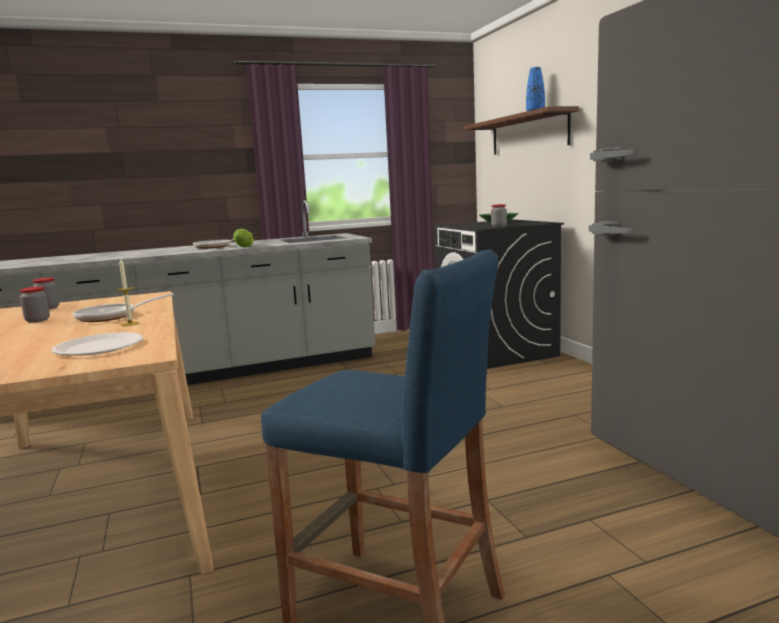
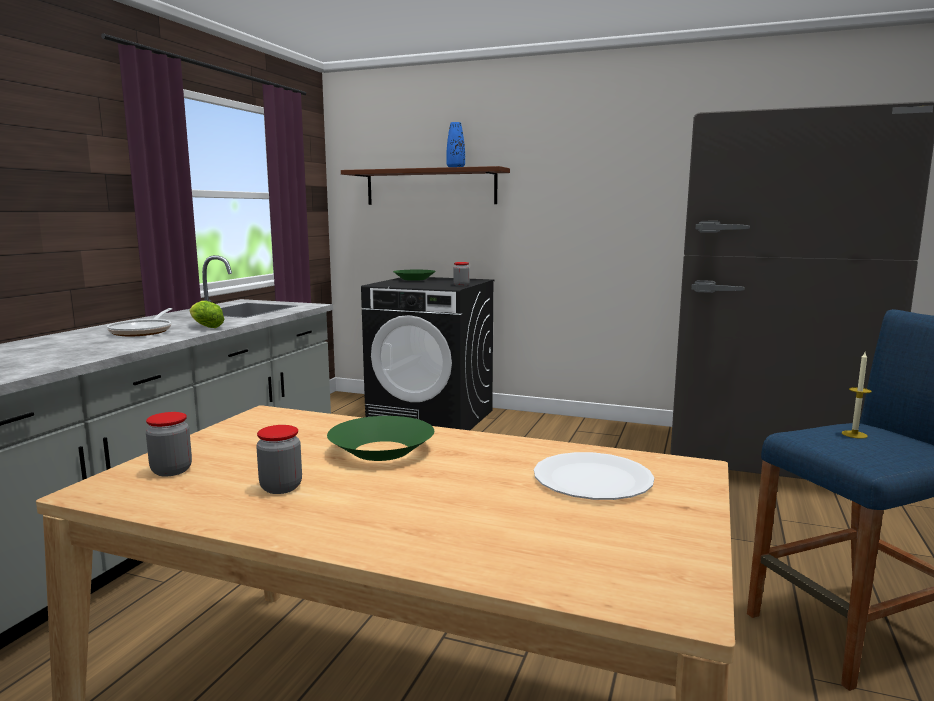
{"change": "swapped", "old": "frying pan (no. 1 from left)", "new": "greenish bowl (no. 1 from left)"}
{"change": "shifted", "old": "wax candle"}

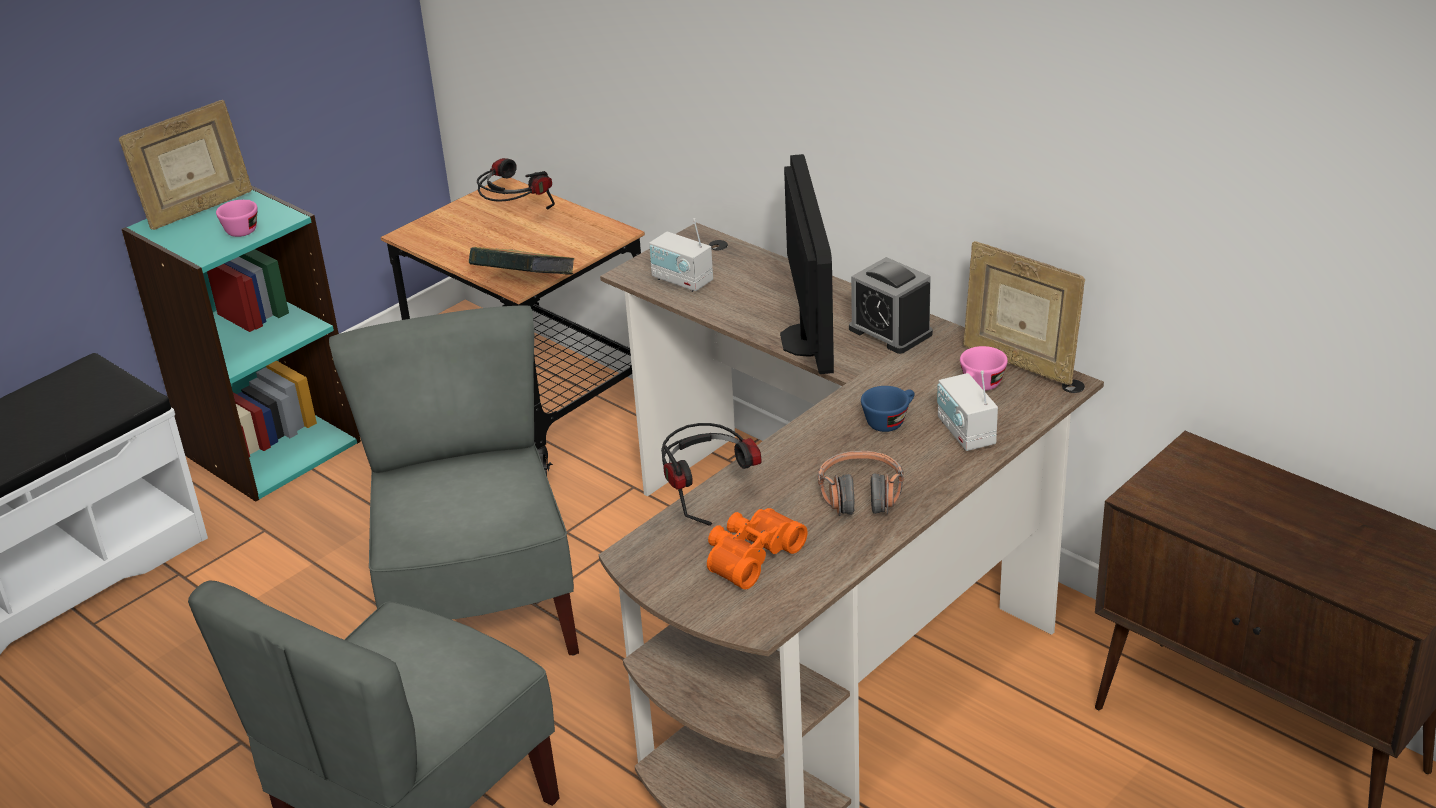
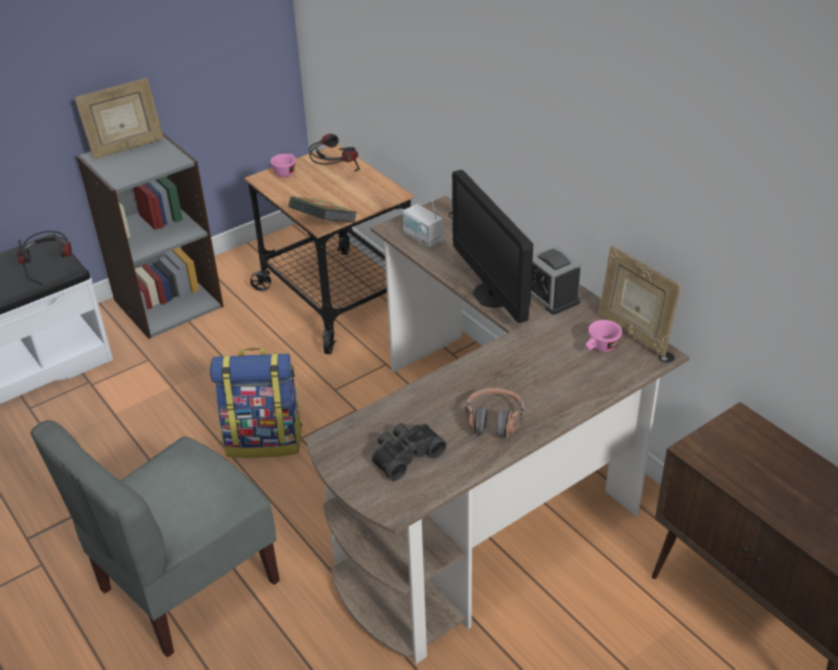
{"change": "shifted", "old": "headset (no. 2 from left in the first image)", "new": "headset (no. 1 from left)"}
{"change": "repainted", "old": "turquoise shelving unit", "new": "greyish shelving unit"}
{"change": "swapped", "old": "greyish upright chair (no. 2 from left)", "new": "rucksack"}
{"change": "shifted", "old": "pinkish small cup (no. 1 from left)"}
{"change": "repainted", "old": "orange-coloured field glasses", "new": "black field glasses"}
{"change": "rotated", "old": "computer display", "degrees": 150}
{"change": "gone", "old": "blue small cup"}
{"change": "gone", "old": "radio set (no. 2 from left)"}

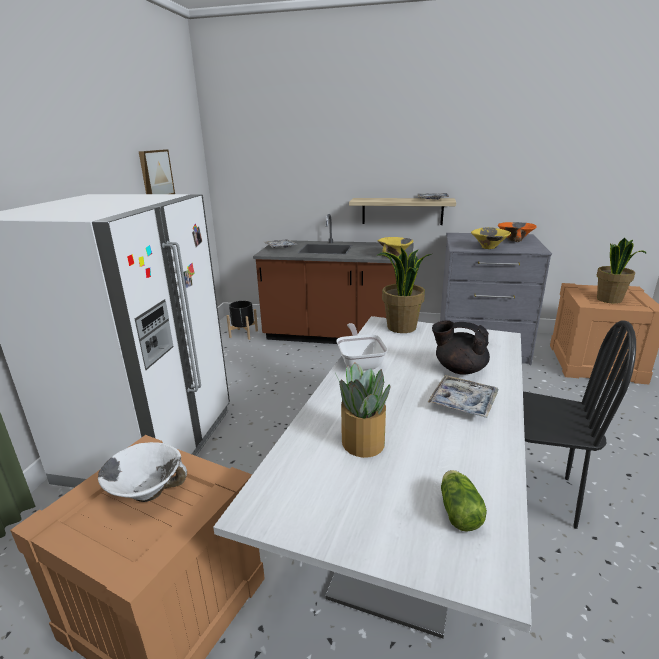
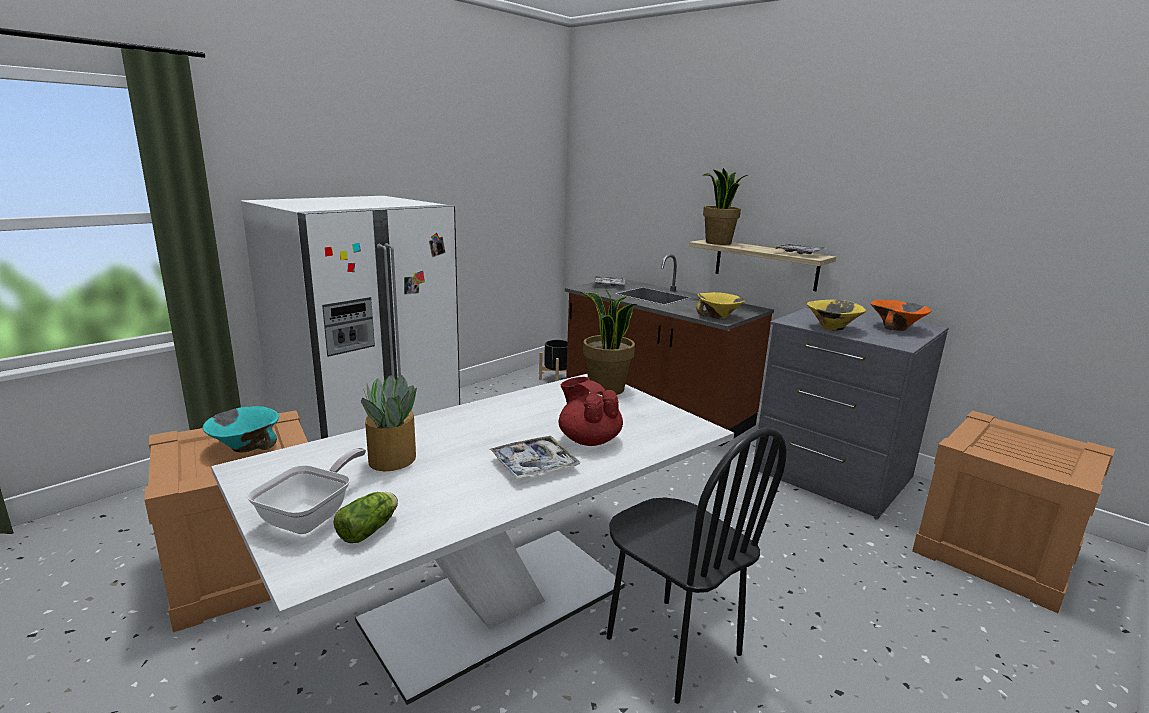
{"change": "repainted", "old": "white-coloured bowl", "new": "turquoise bowl"}
{"change": "shifted", "old": "frying pan"}
{"change": "repainted", "old": "black tea pot", "new": "red tea pot"}
{"change": "shifted", "old": "houseplant (no. 3 from left)"}
{"change": "gone", "old": "wall picture"}

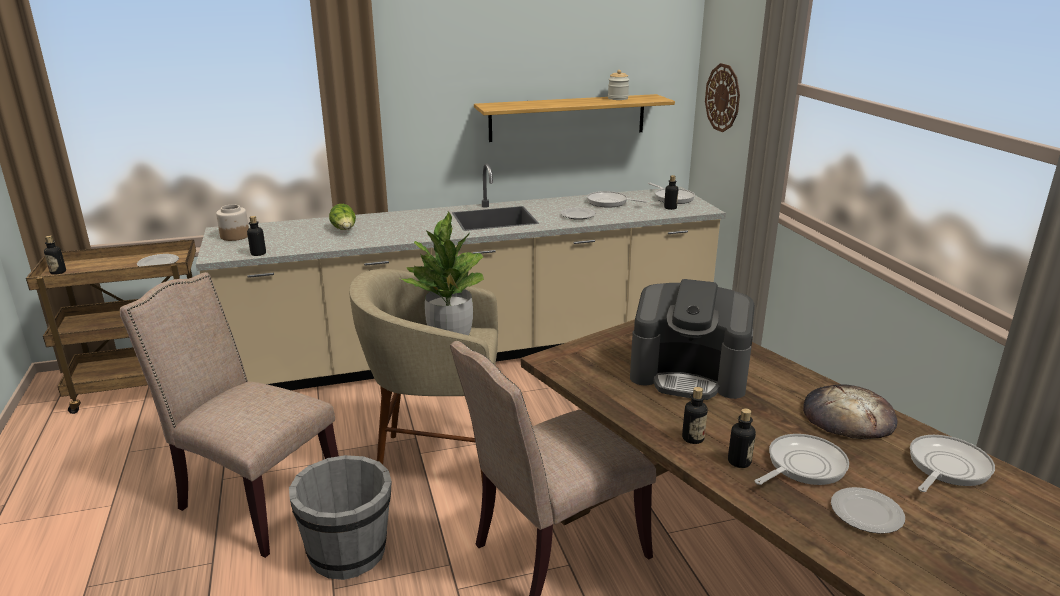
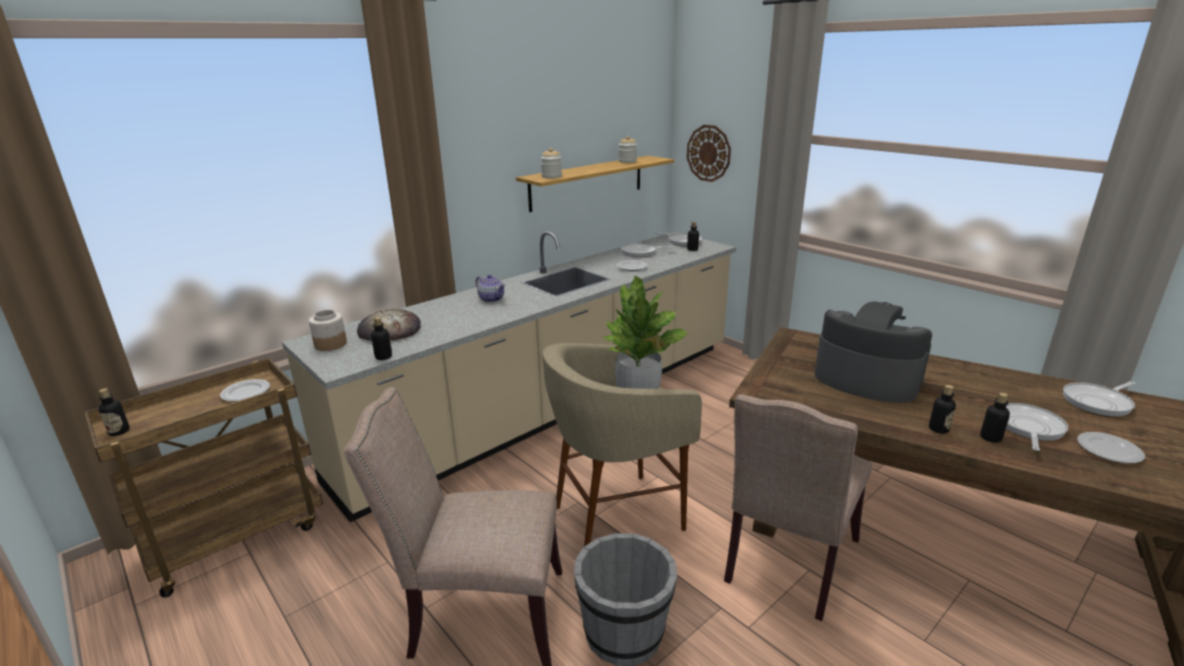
{"change": "shifted", "old": "bread"}
{"change": "new", "new": "tea pot"}
{"change": "new", "new": "jar (no. 2 from left)"}
{"change": "rotated", "old": "coffee maker", "degrees": -135}
{"change": "rotated", "old": "frying pan (no. 4 from left)", "degrees": -135}
{"change": "gone", "old": "lettuce head"}

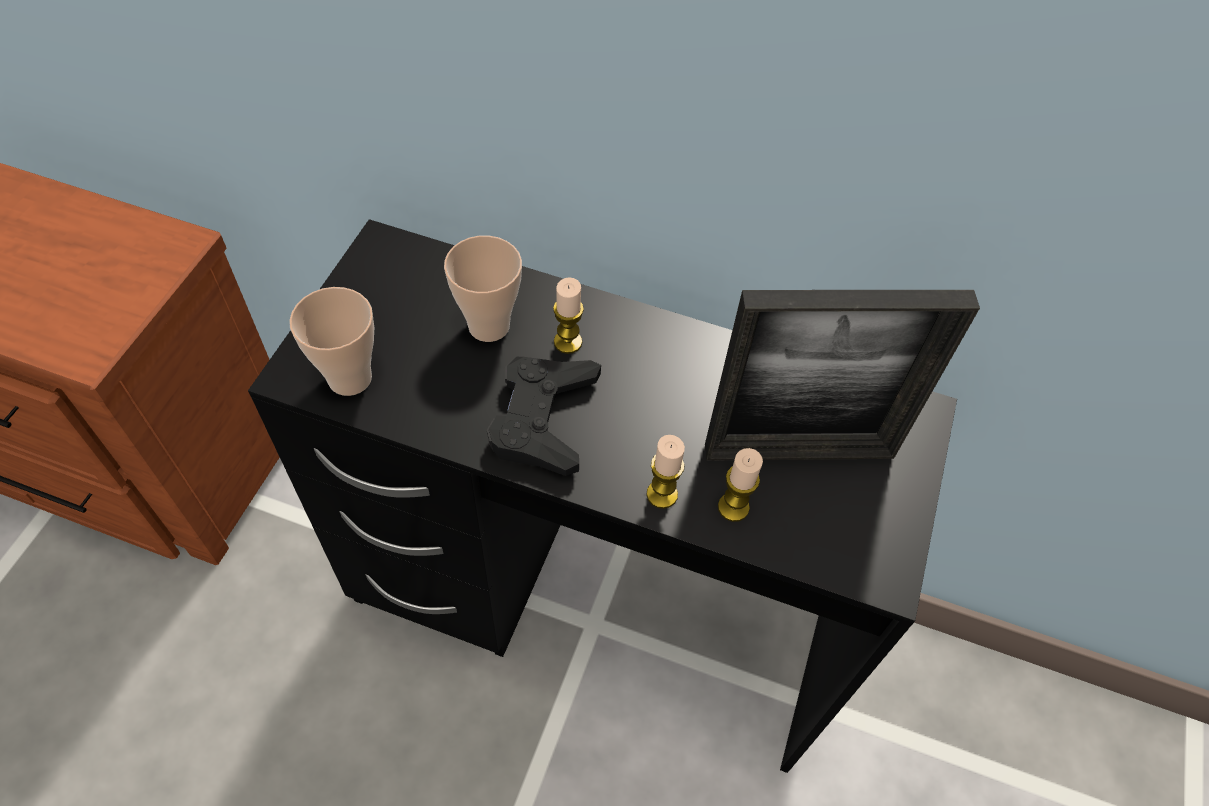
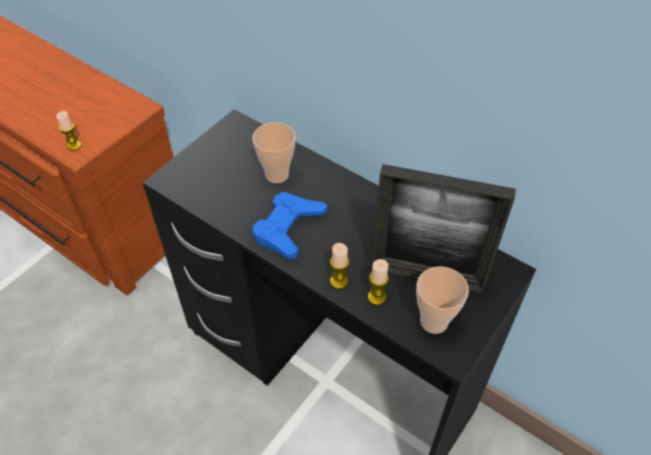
{"change": "shifted", "old": "wax candle (no. 1 from left)"}
{"change": "repainted", "old": "black game controller", "new": "blue game controller"}
{"change": "shifted", "old": "small cup (no. 1 from left in the first image)", "new": "small cup (no. 2 from left)"}

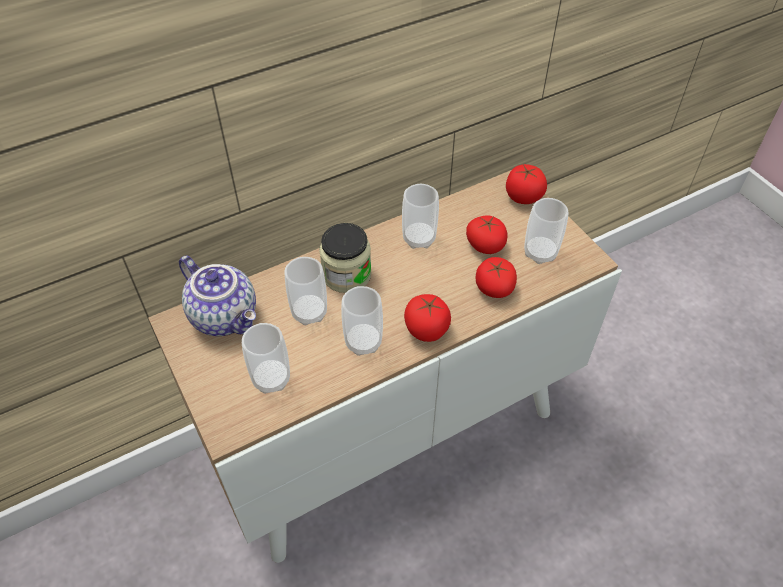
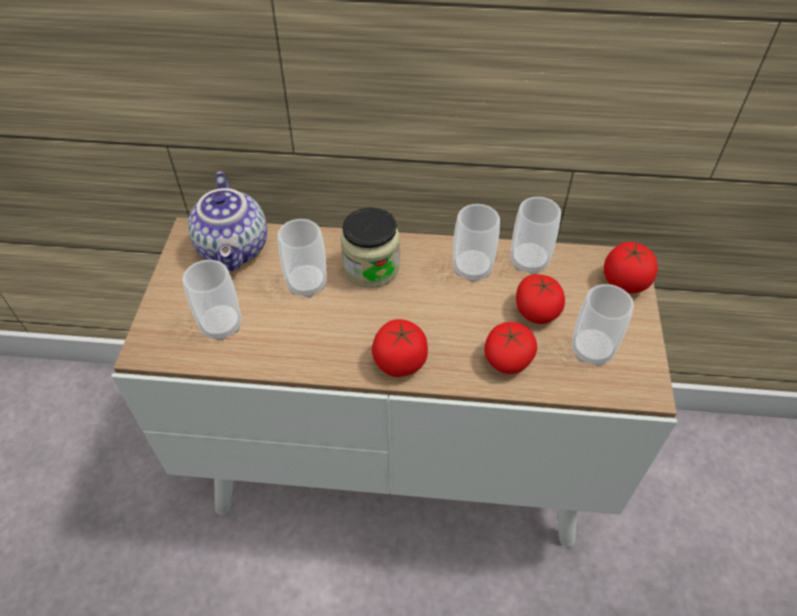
{"change": "shifted", "old": "small cup (no. 3 from left in the first image)", "new": "small cup (no. 4 from left)"}

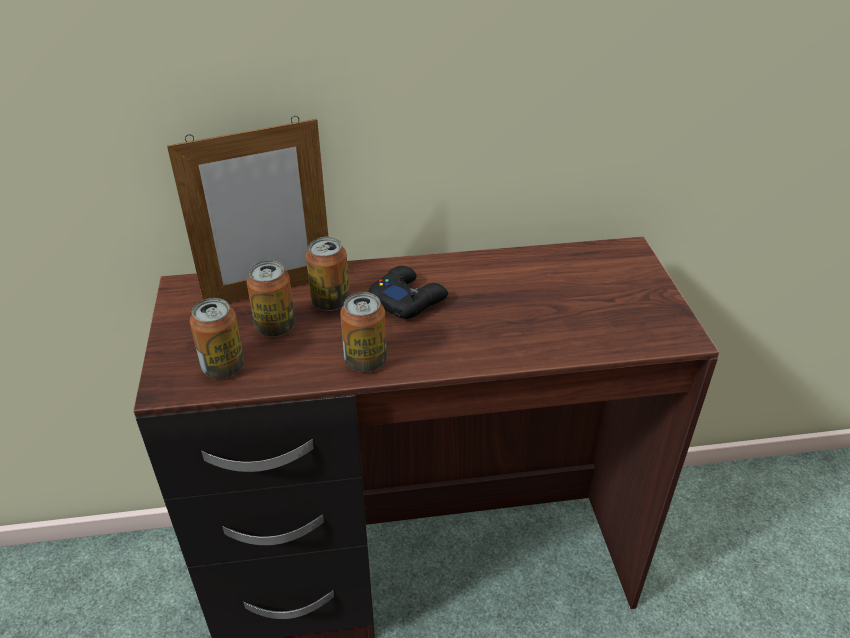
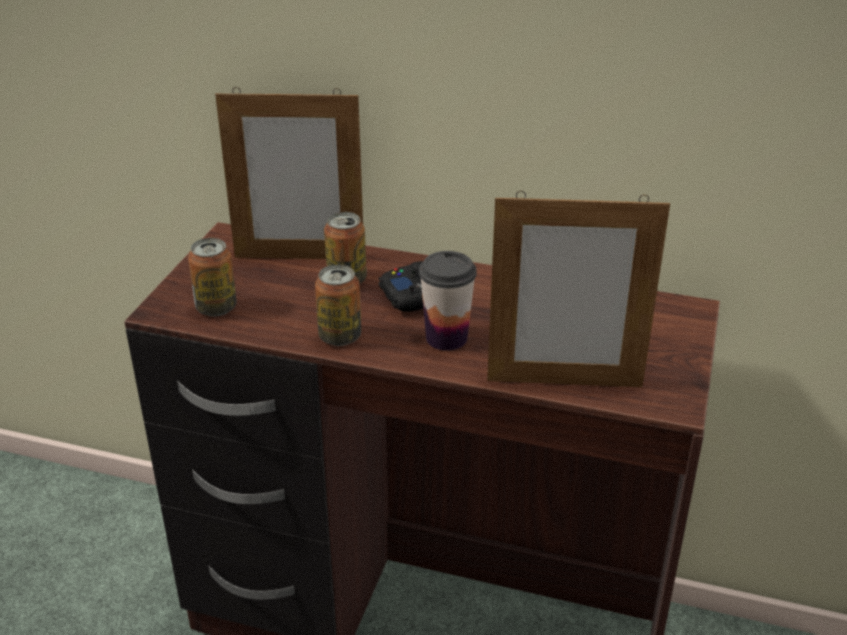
{"change": "new", "new": "small cup"}
{"change": "new", "new": "photo frame (no. 2 from left)"}
{"change": "gone", "old": "metal can (no. 2 from left)"}

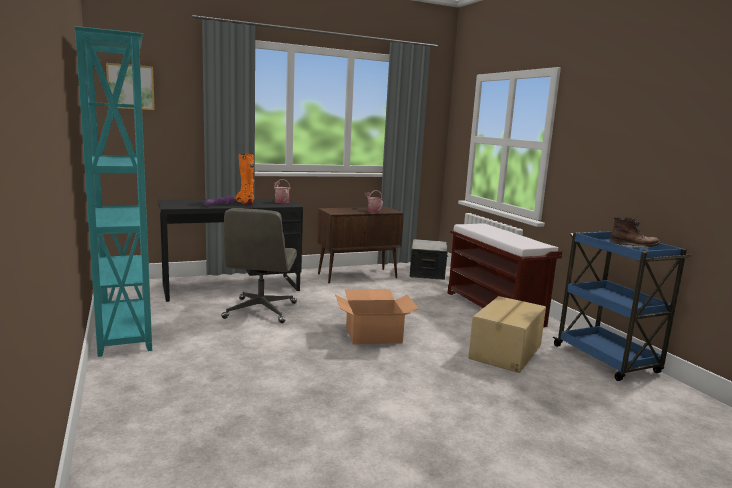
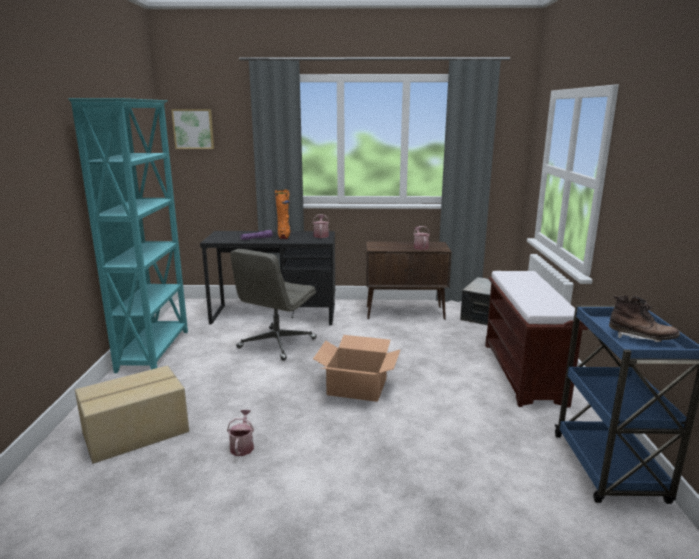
{"change": "shifted", "old": "packing box (no. 2 from left in the first image)", "new": "packing box (no. 1 from left)"}
{"change": "new", "new": "watering can (no. 1 from left)"}

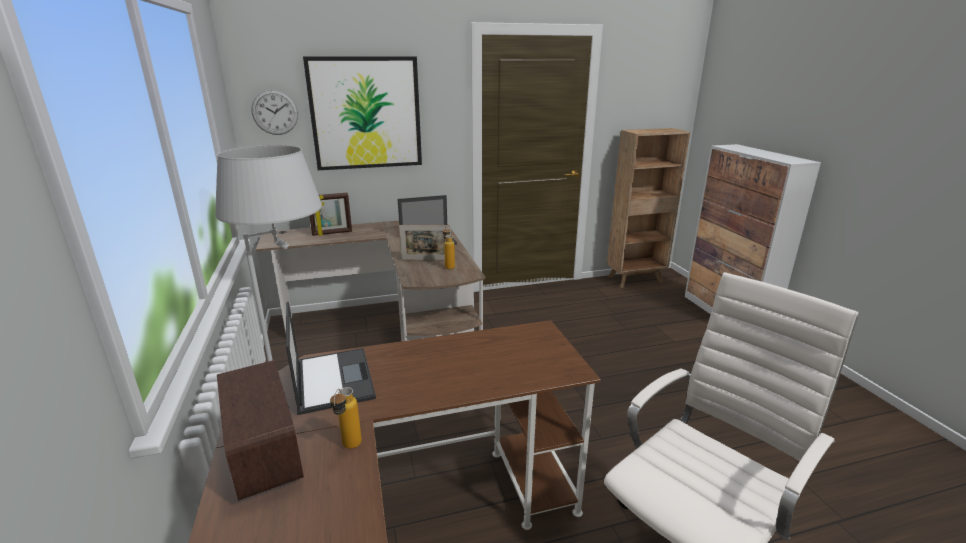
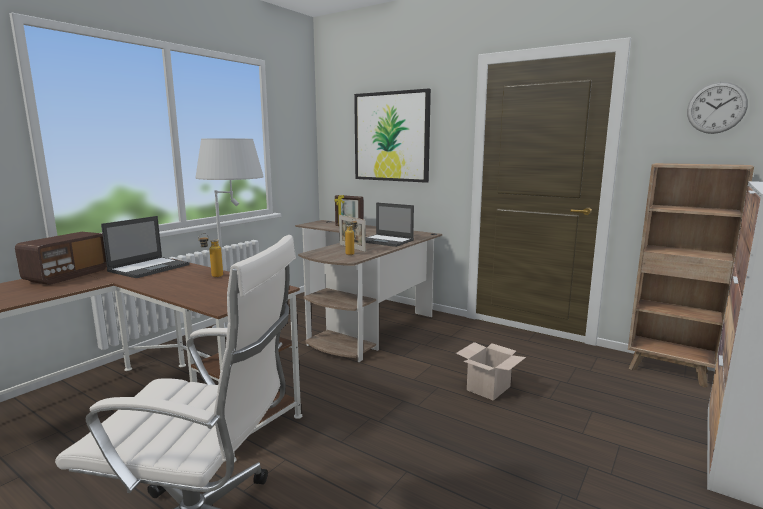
{"change": "shifted", "old": "drink bottle (no. 1 from left)"}
{"change": "new", "new": "packing box"}
{"change": "shifted", "old": "hanging clock"}

